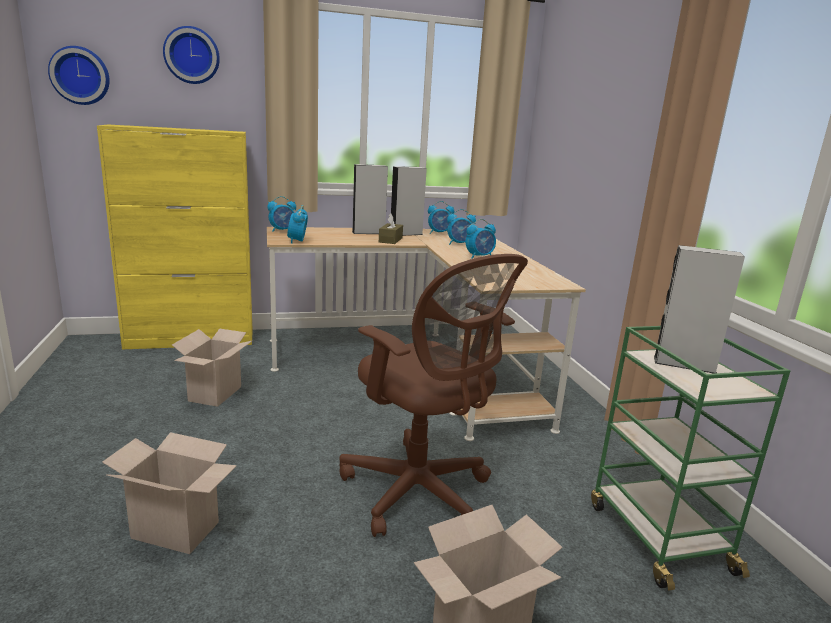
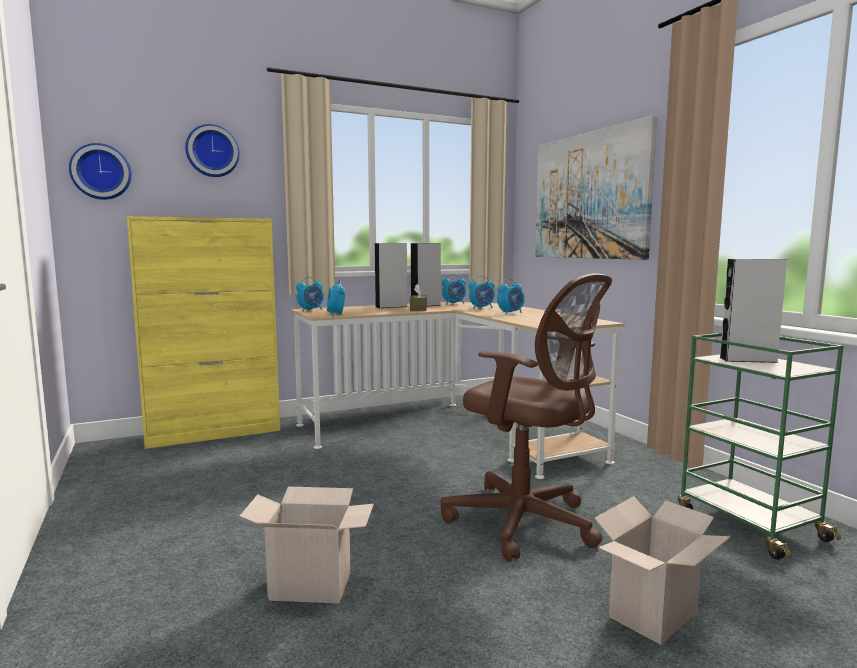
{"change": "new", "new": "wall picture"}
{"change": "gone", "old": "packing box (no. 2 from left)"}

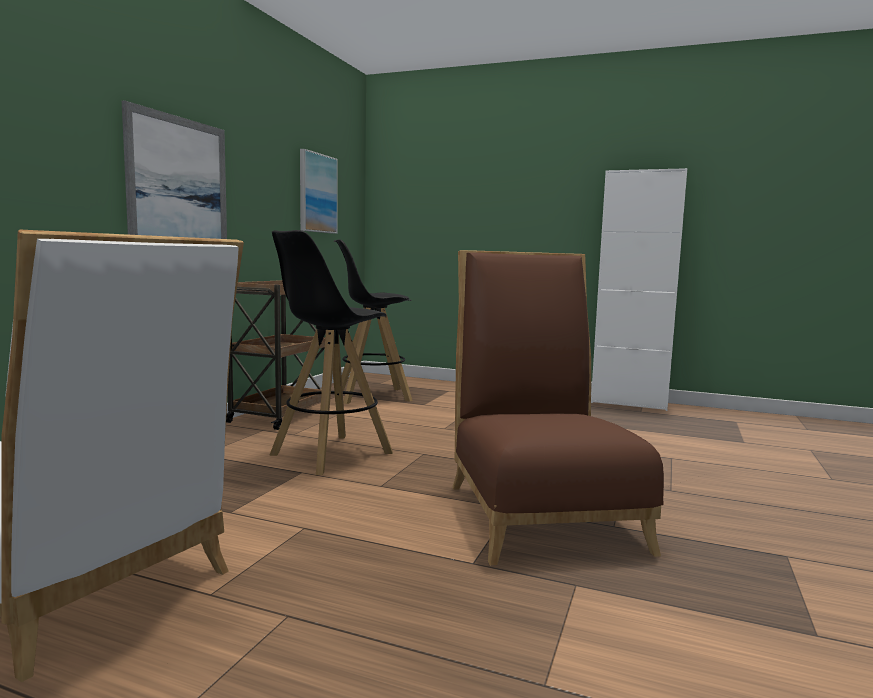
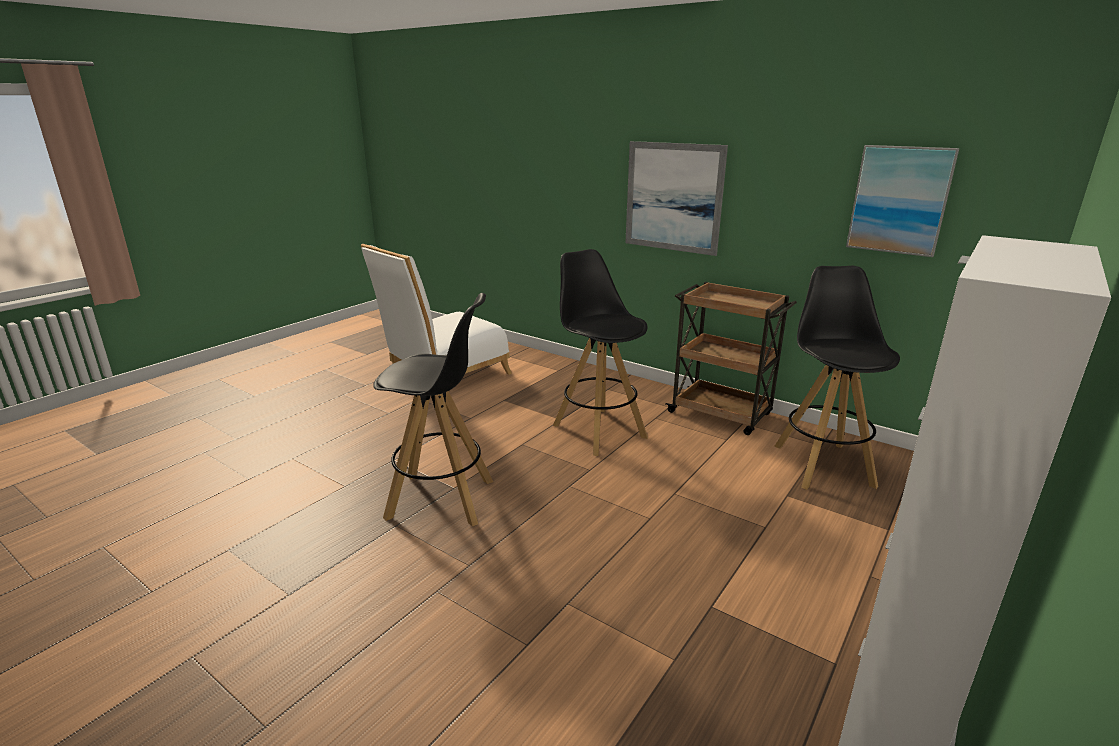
{"change": "swapped", "old": "brown-coloured upright chair", "new": "black stool seat (no. 1 from left)"}

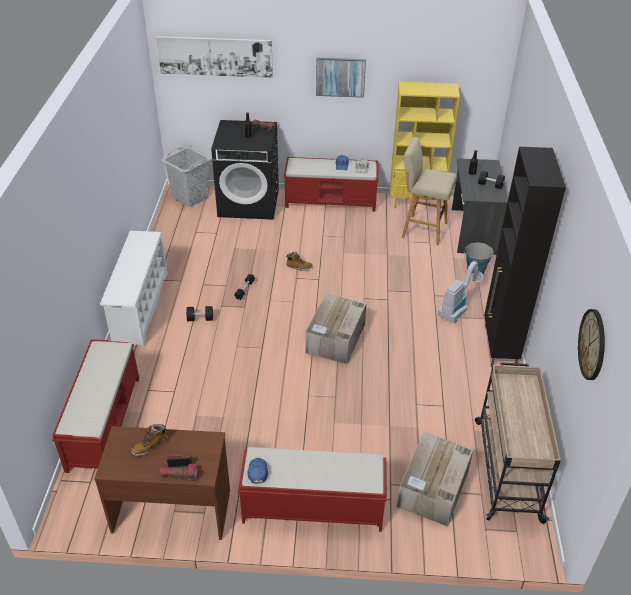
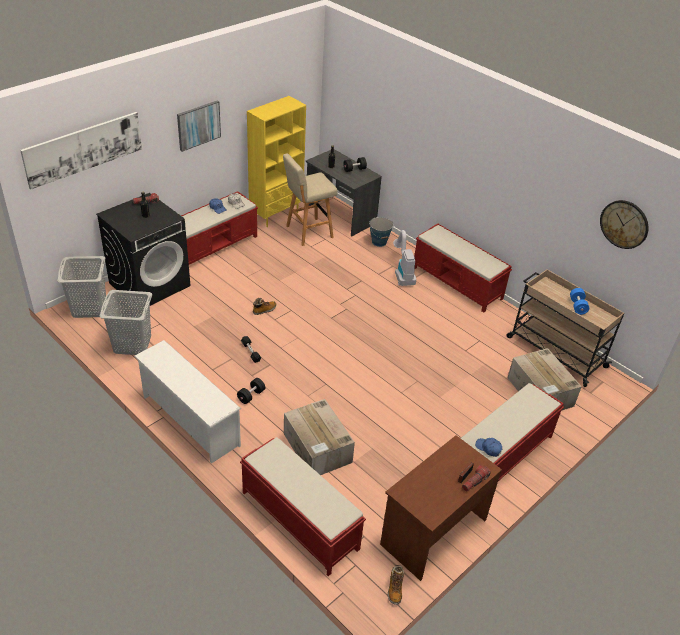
{"change": "new", "new": "greyish hamper (no. 2 from left)"}
{"change": "shifted", "old": "packing box (no. 1 from left)"}
{"change": "shifted", "old": "tall boot (no. 1 from left in the first image)", "new": "tall boot (no. 2 from left)"}
{"change": "swapped", "old": "black cupboard", "new": "red bench (no. 3 from left)"}
{"change": "new", "new": "blue hand weight"}

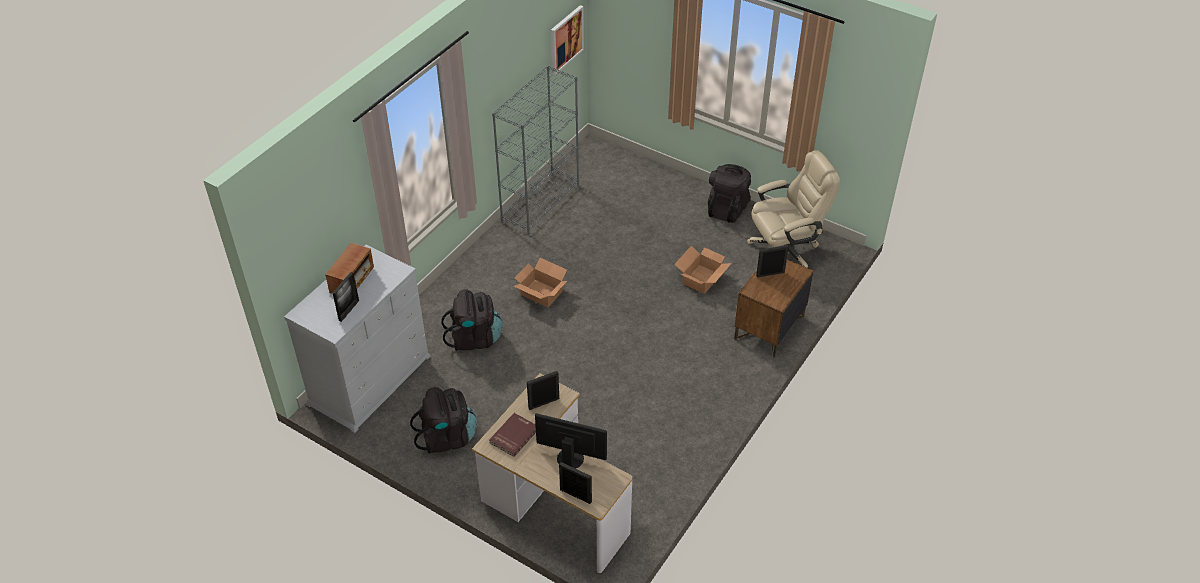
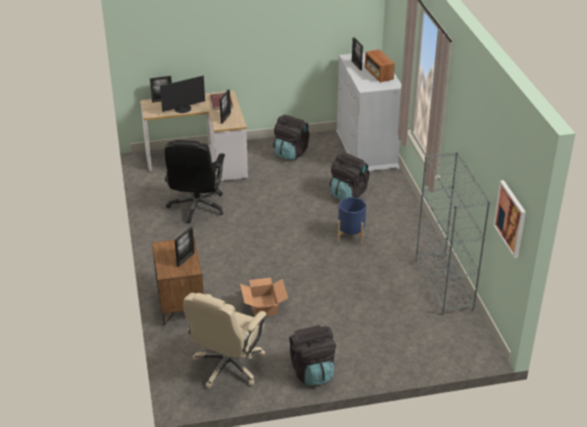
{"change": "new", "new": "black computer chair"}
{"change": "swapped", "old": "packing box (no. 1 from left)", "new": "blue plant pot"}

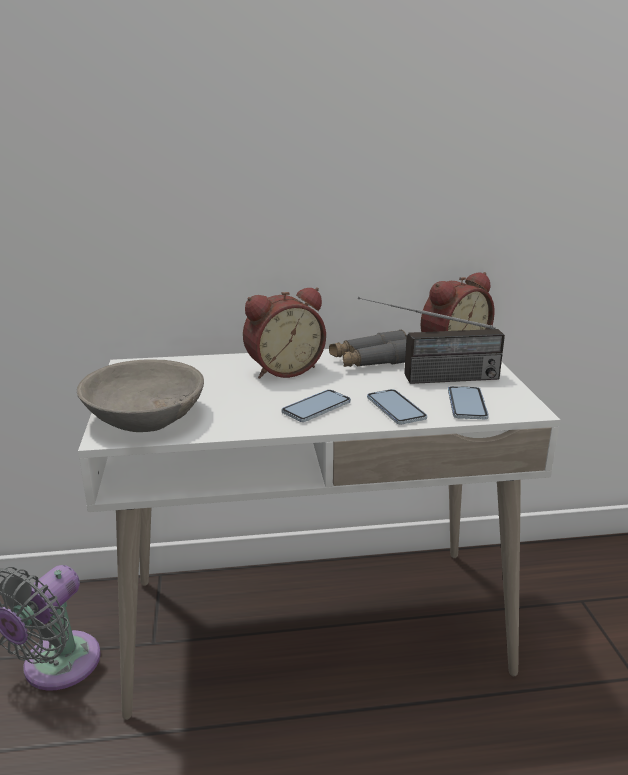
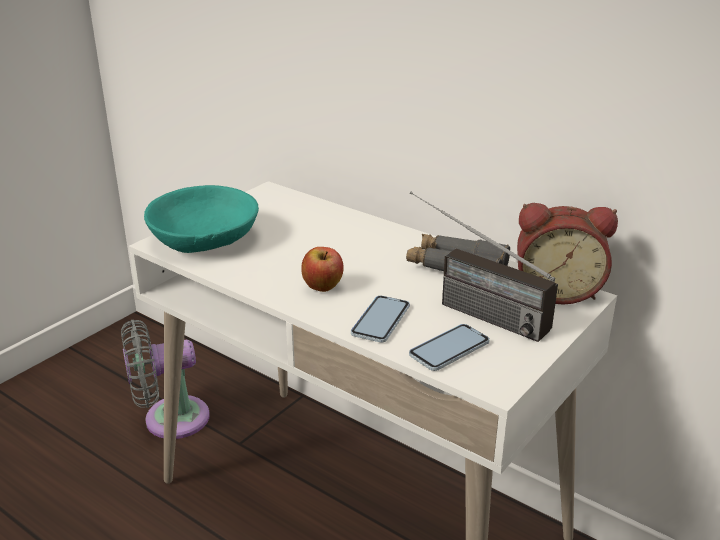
{"change": "repainted", "old": "greyish bowl", "new": "turquoise bowl"}
{"change": "swapped", "old": "telephone (no. 1 from left)", "new": "whole apple"}
{"change": "gone", "old": "table clock (no. 1 from left)"}

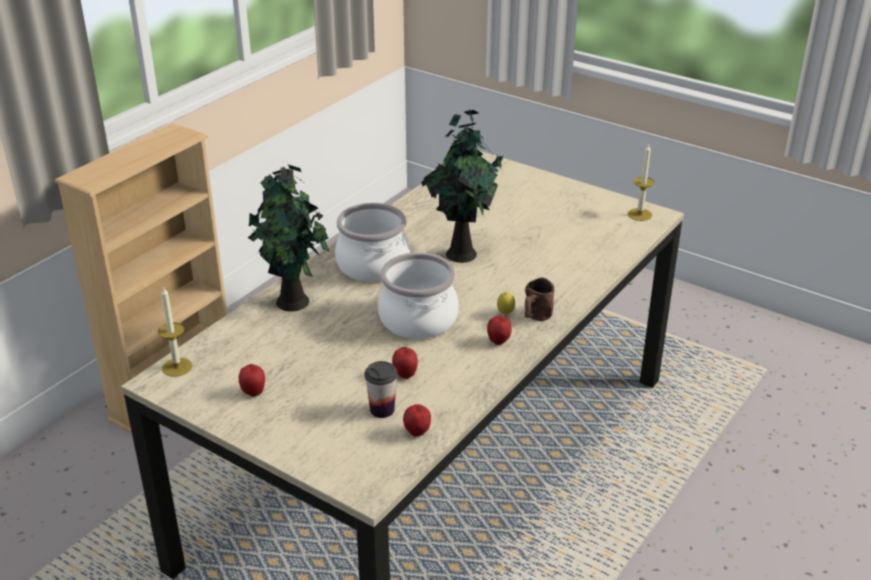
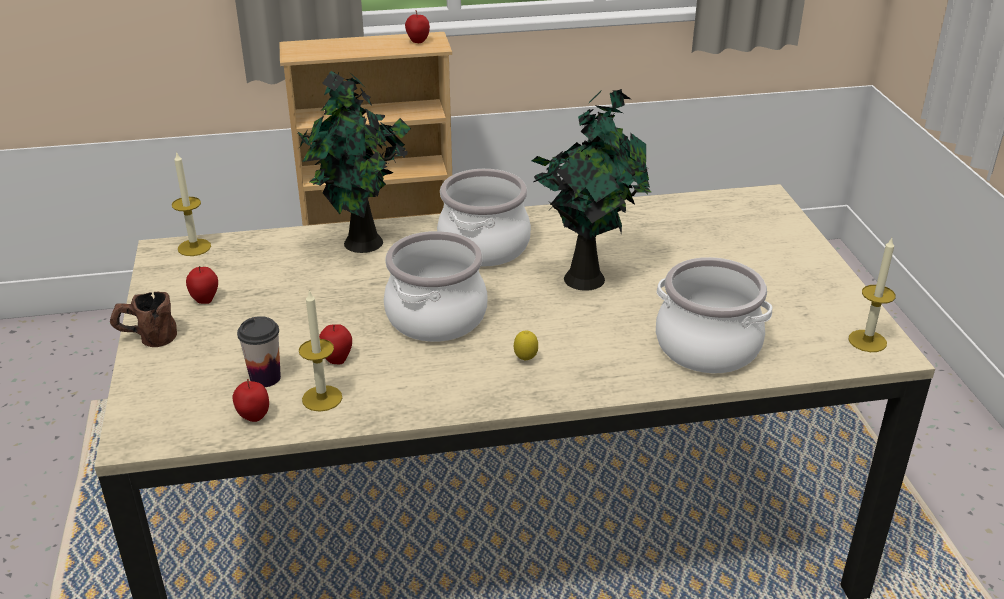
{"change": "shifted", "old": "brown-coloured coffee mug"}
{"change": "new", "new": "wax candle (no. 2 from left)"}
{"change": "shifted", "old": "whole apple (no. 4 from left)"}
{"change": "new", "new": "cooking pot (no. 3 from left)"}

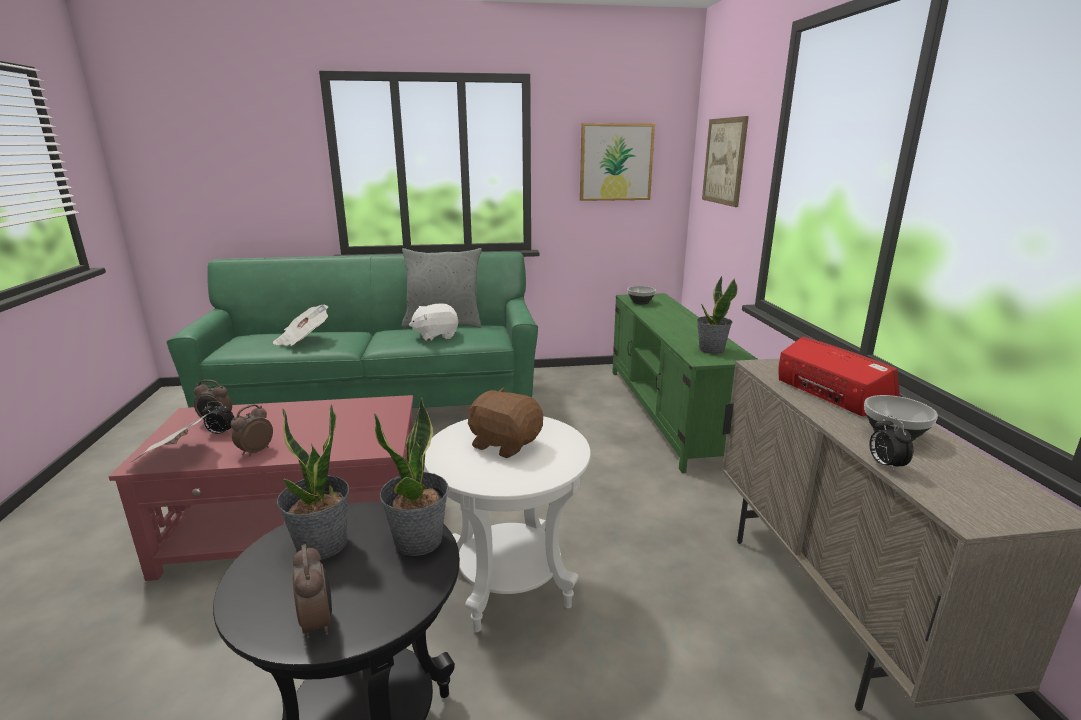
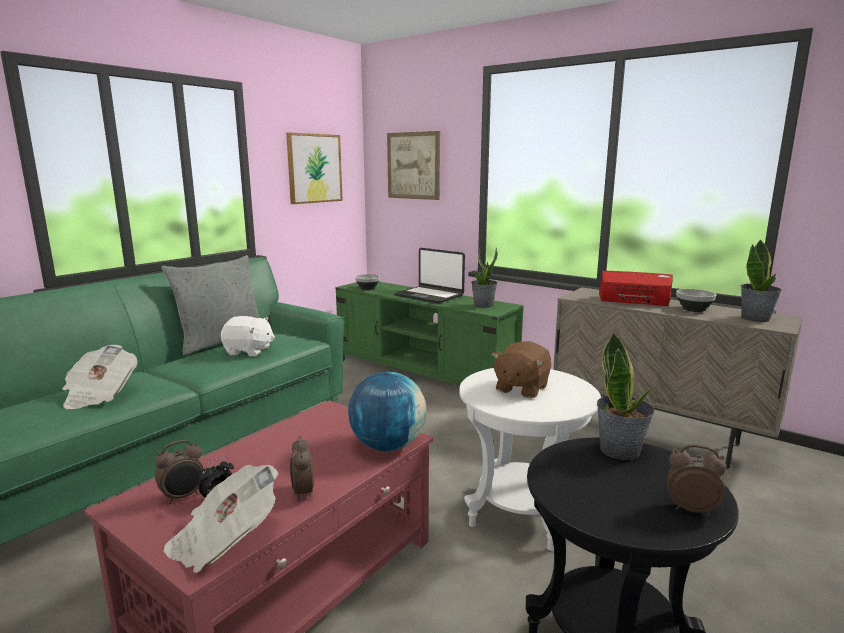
{"change": "rotated", "old": "white-coloured cuddly toy", "degrees": -105}
{"change": "new", "new": "desk globe"}
{"change": "new", "new": "portable computer"}
{"change": "rotated", "old": "brown-coloured cuddly toy", "degrees": -45}
{"change": "shifted", "old": "houseplant (no. 1 from left in the first image)", "new": "houseplant (no. 3 from left)"}
{"change": "gone", "old": "table clock (no. 5 from left)"}

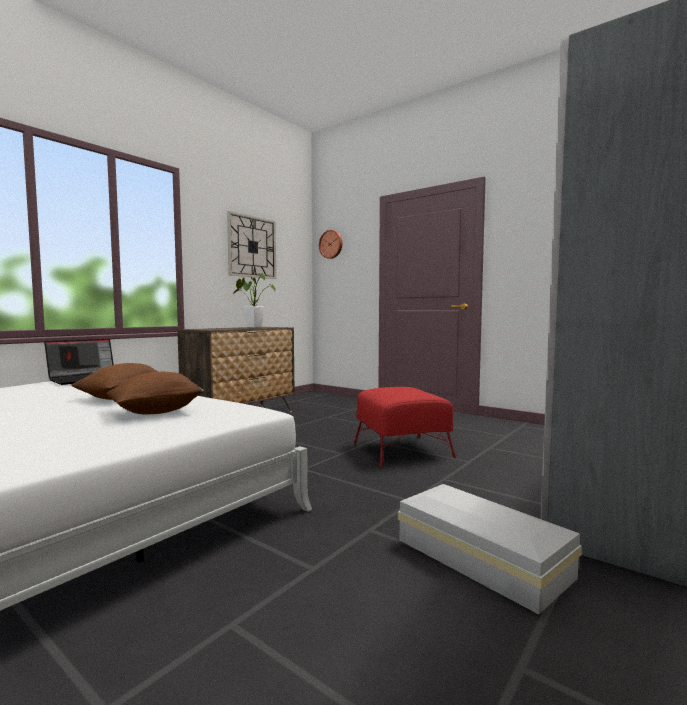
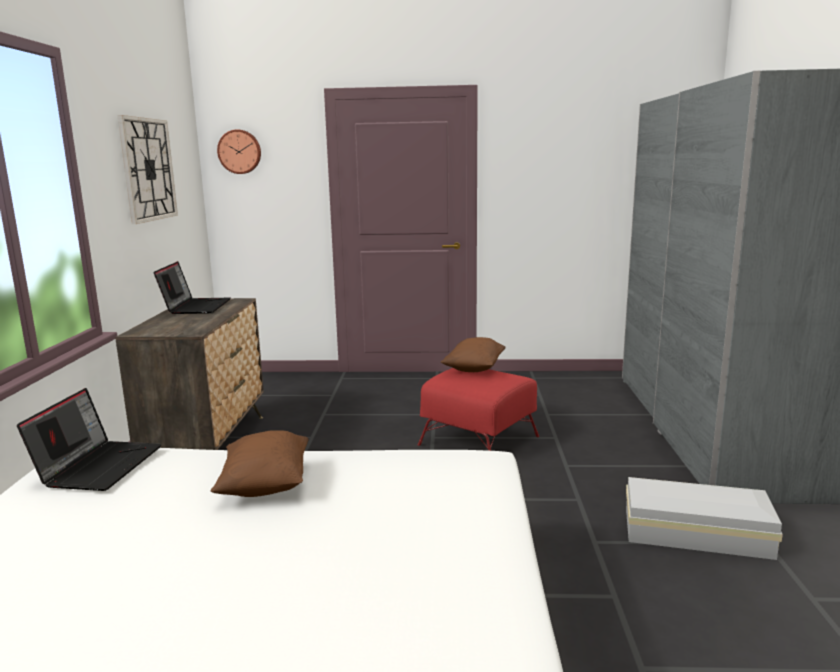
{"change": "swapped", "old": "houseplant", "new": "portable computer (no. 2 from left)"}
{"change": "shifted", "old": "brown-coloured cushion (no. 2 from left)"}

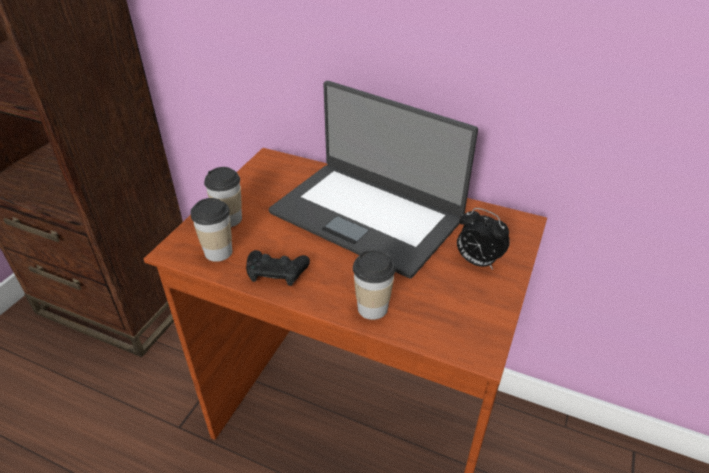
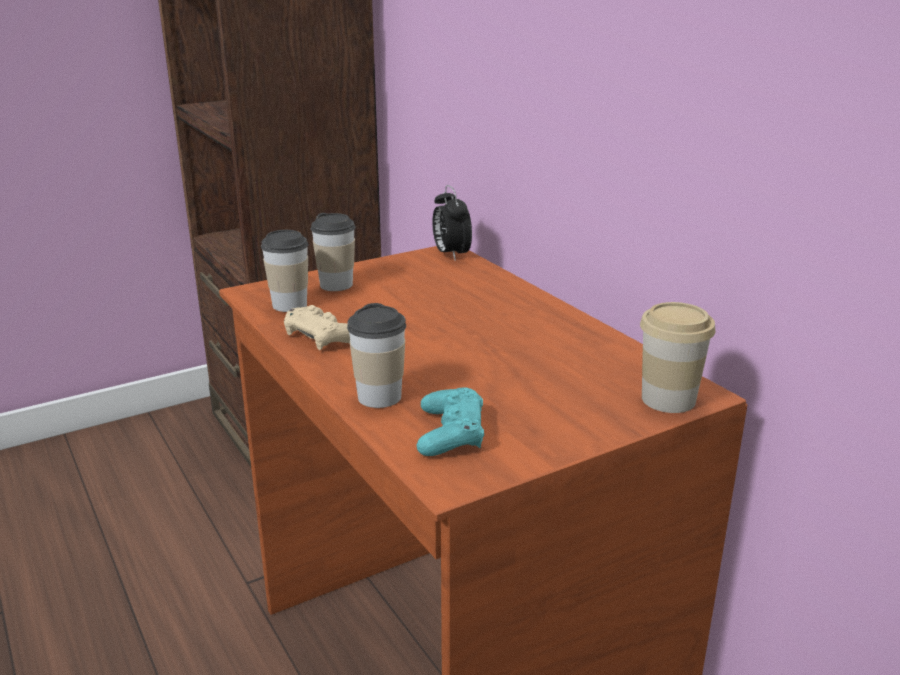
{"change": "repainted", "old": "black game controller", "new": "beige-coloured game controller"}
{"change": "new", "new": "turquoise game controller"}
{"change": "shifted", "old": "table clock"}
{"change": "new", "new": "small cup (no. 4 from left)"}
{"change": "gone", "old": "portable computer"}

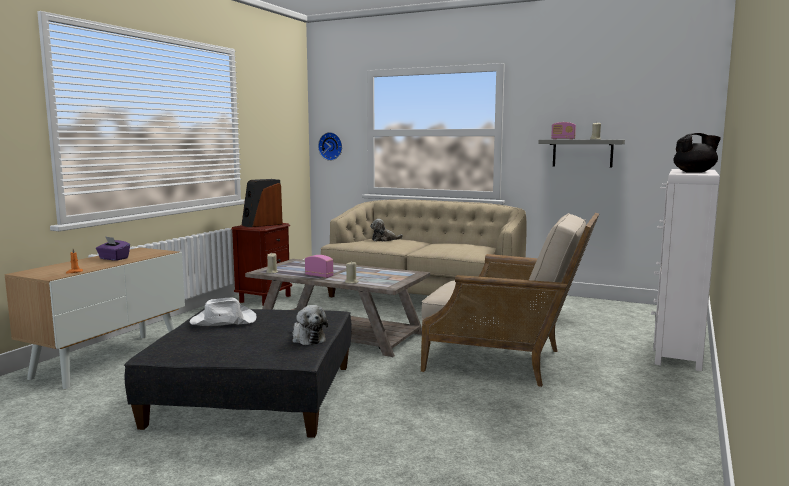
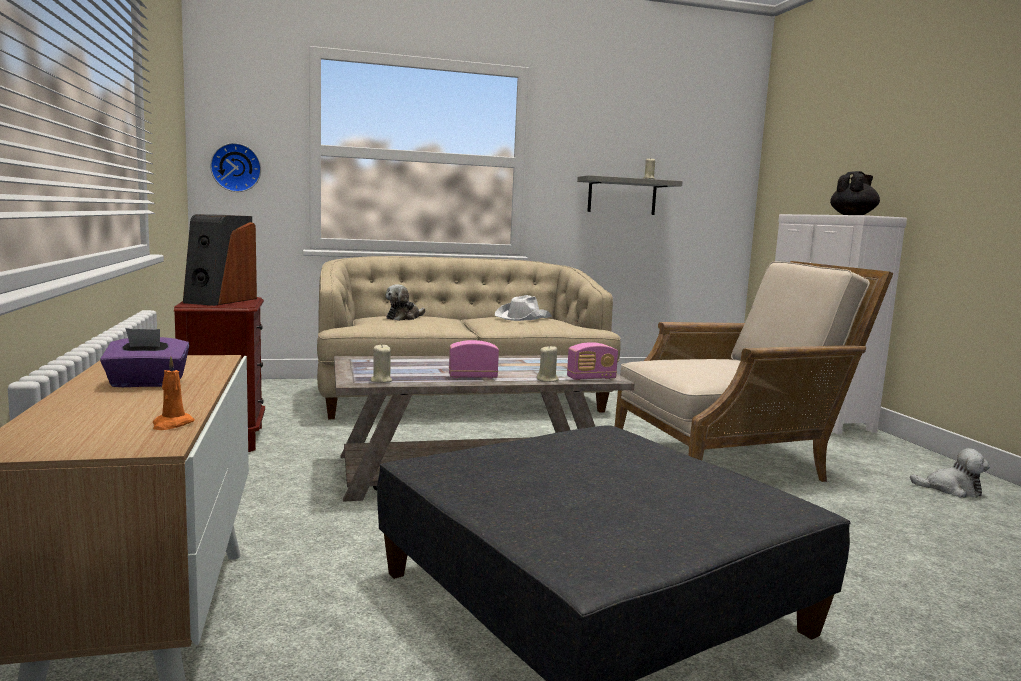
{"change": "shifted", "old": "white-coloured hat"}
{"change": "shifted", "old": "radio set (no. 2 from left)"}
{"change": "shifted", "old": "cuddly toy (no. 1 from left in the first image)", "new": "cuddly toy (no. 2 from left)"}

